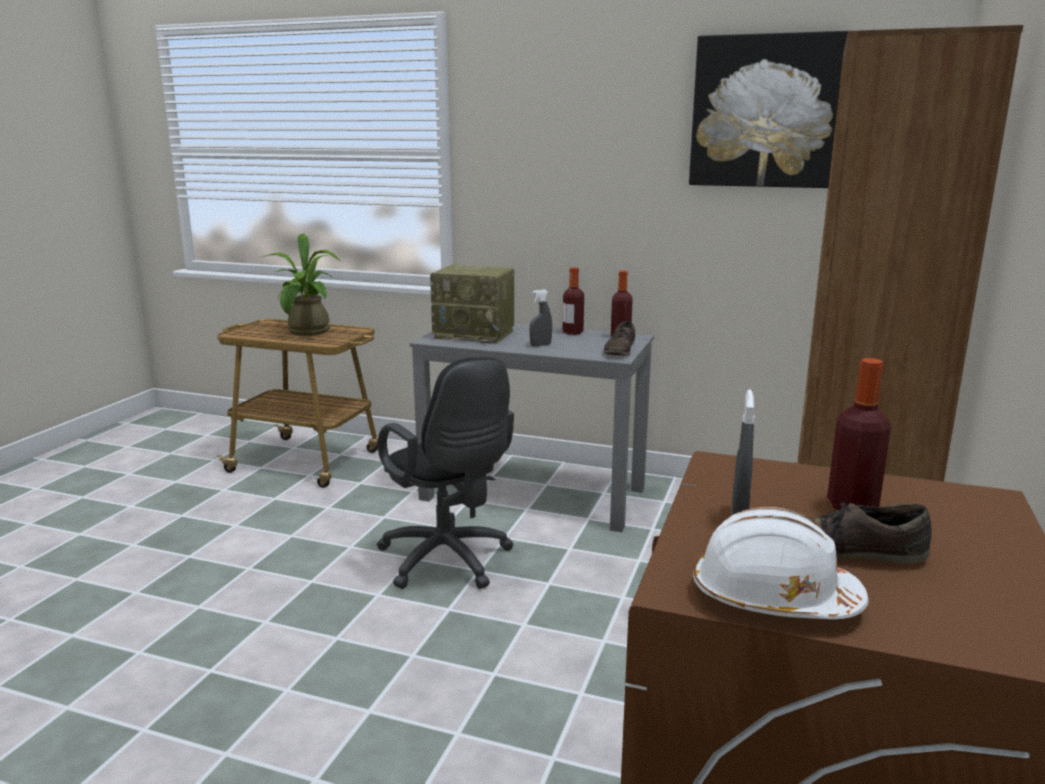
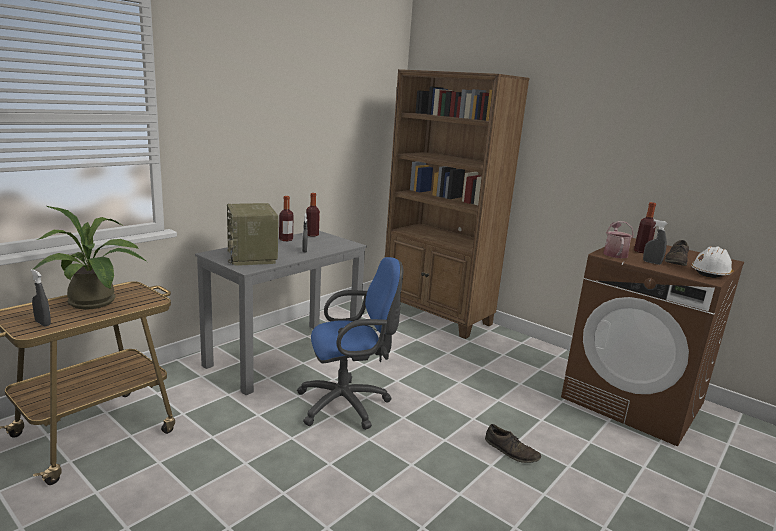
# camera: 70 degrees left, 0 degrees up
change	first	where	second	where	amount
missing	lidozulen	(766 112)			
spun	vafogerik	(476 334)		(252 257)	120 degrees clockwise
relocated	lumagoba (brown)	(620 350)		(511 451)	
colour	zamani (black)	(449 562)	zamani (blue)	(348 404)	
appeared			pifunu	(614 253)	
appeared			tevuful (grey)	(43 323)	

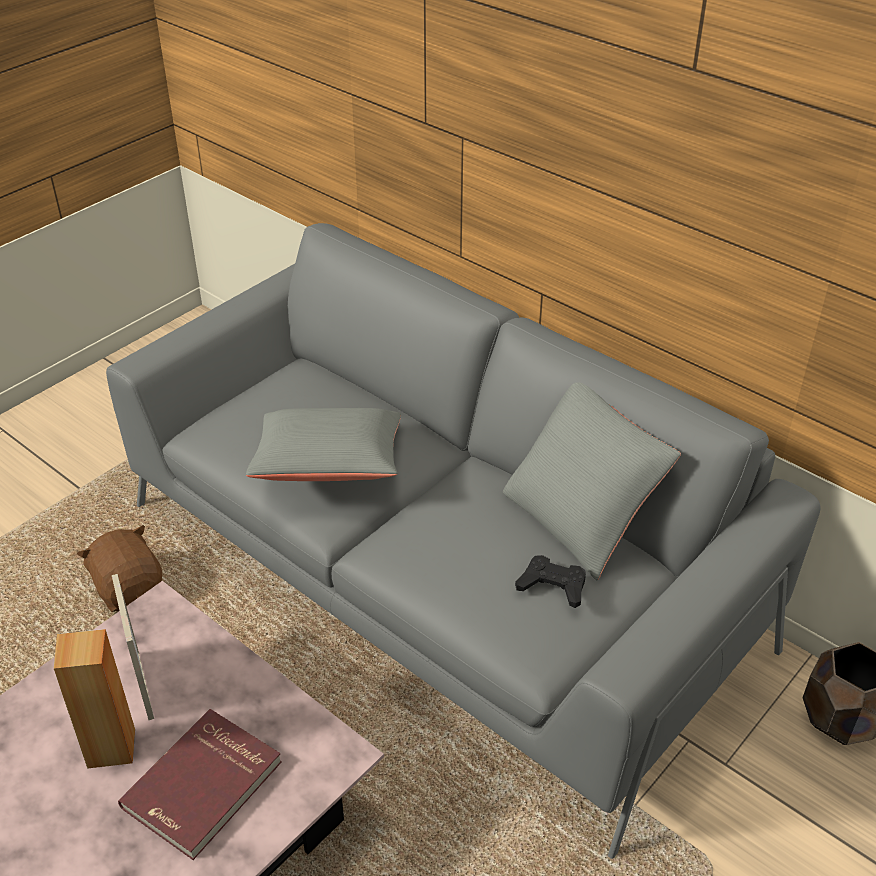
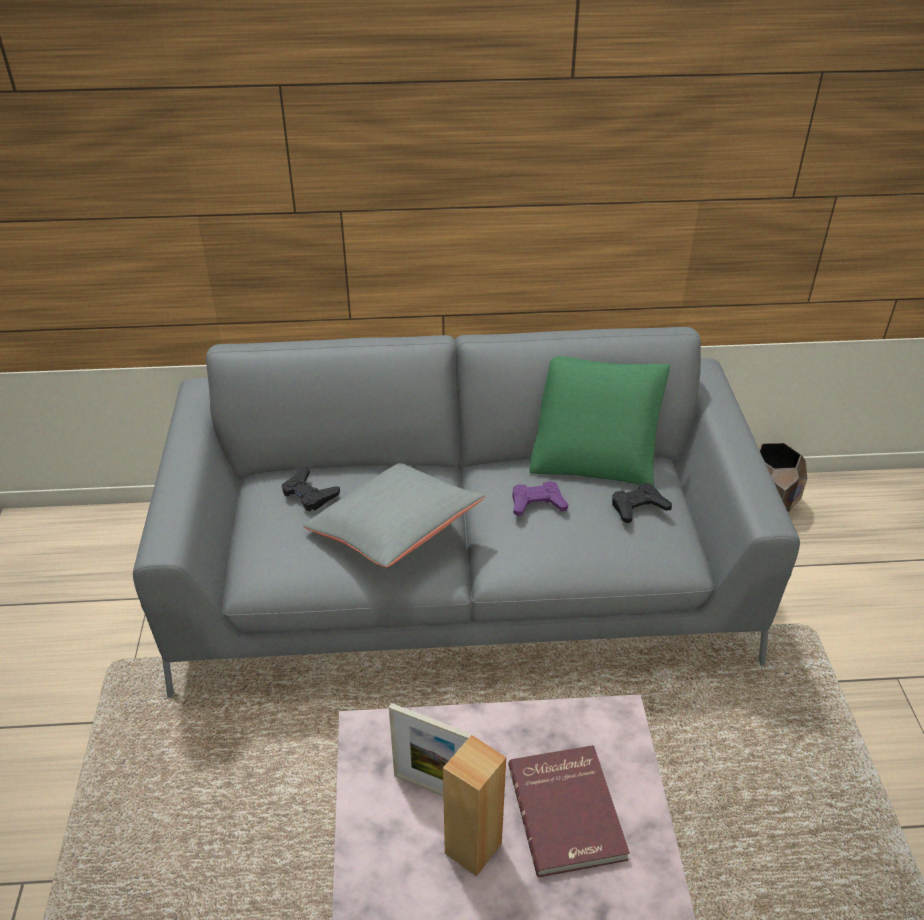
# camera: 45 degrees left, 0 degrees up
change	first	where	second	where	amount
colour	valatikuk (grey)	(581 518)	valatikuk (green)	(594 458)	
missing	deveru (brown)	(129 587)			
appeared			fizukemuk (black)	(309 494)	
appeared			fizukemuk (purple)	(537 503)	

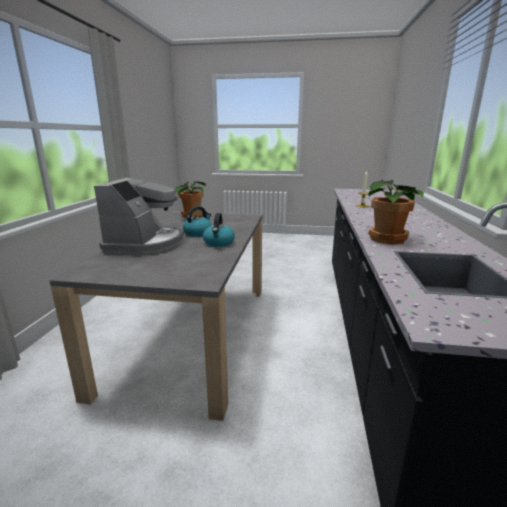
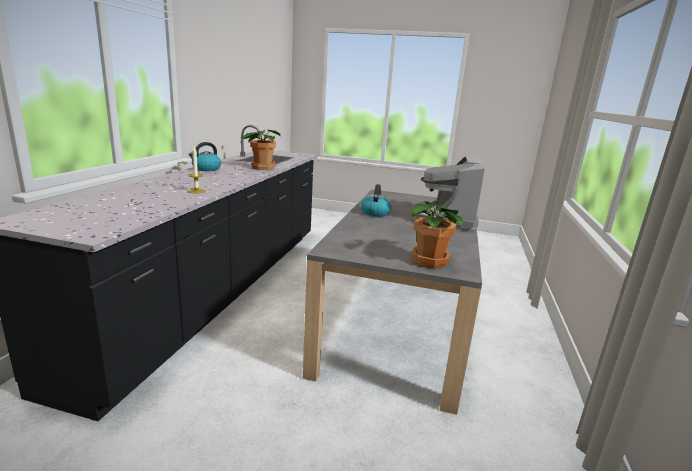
# camera: 175 degrees left, 0 degrees up
change	first	where	second	where	amount
relocated	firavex	(198 233)		(206 169)	

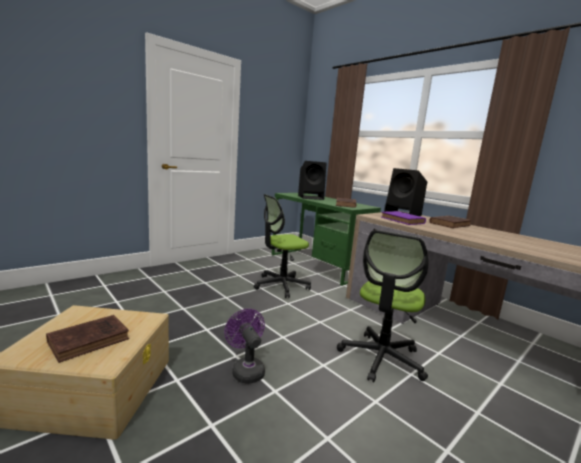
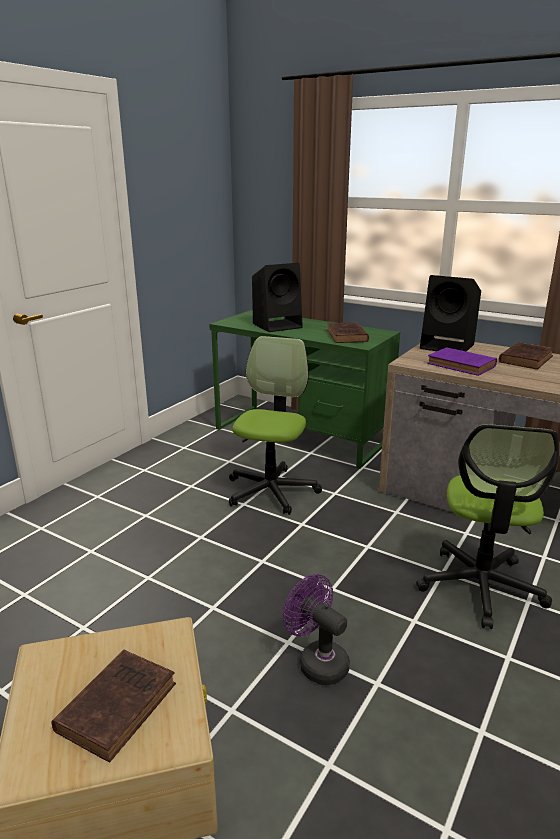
# camera: 15 degrees left, 10 degrees up
change	first	where	second	where	amount
spun	zamani	(281 285)		(271 491)	150 degrees clockwise

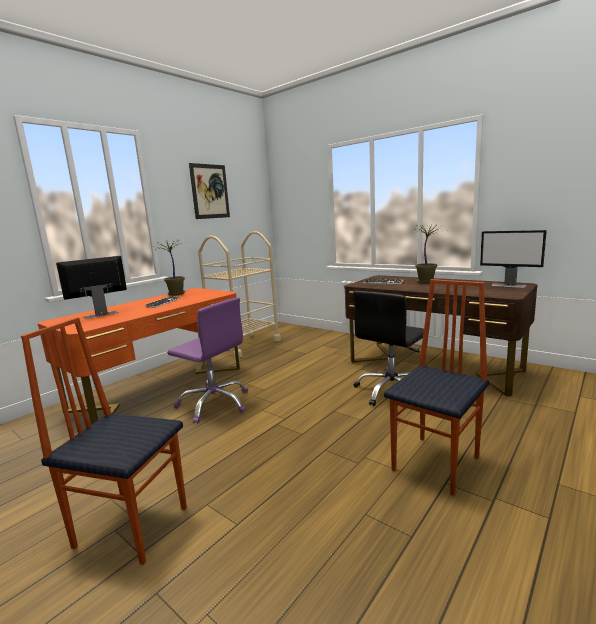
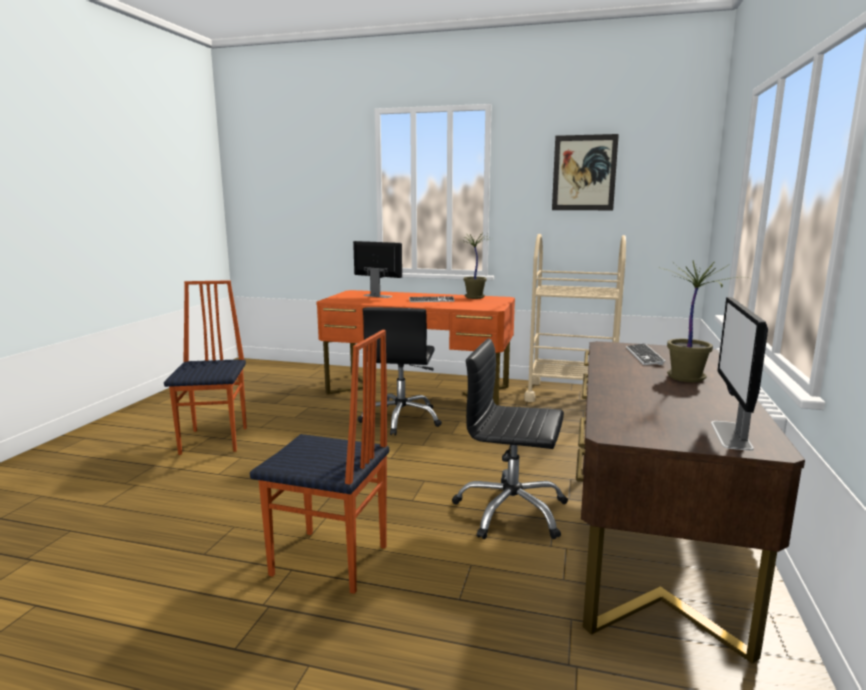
# camera: 65 degrees right, 0 degrees up
change	first	where	second	where	amount
colour	zamani (purple)	(214 404)	zamani (black)	(401 419)	

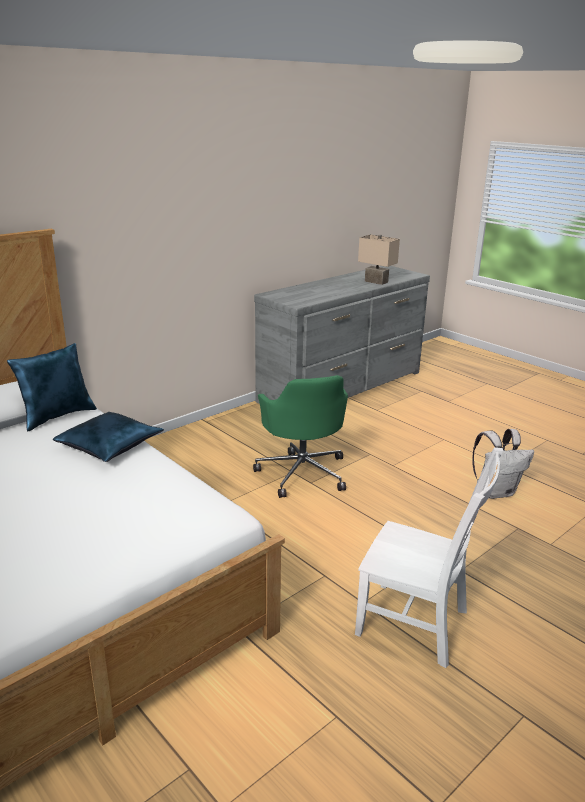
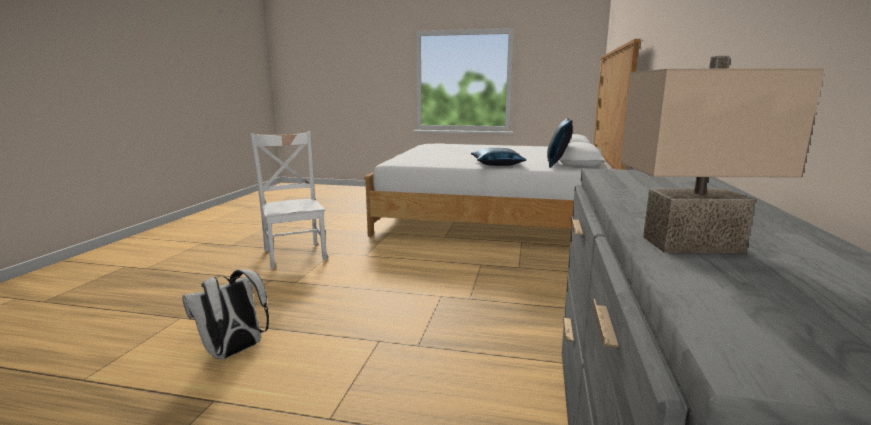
# camera: 145 degrees right, 10 degrees down
change	first	where	second	where	amount
missing	zamani (green)	(302 472)			
spun	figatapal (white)	(417 625)		(295 253)	75 degrees clockwise

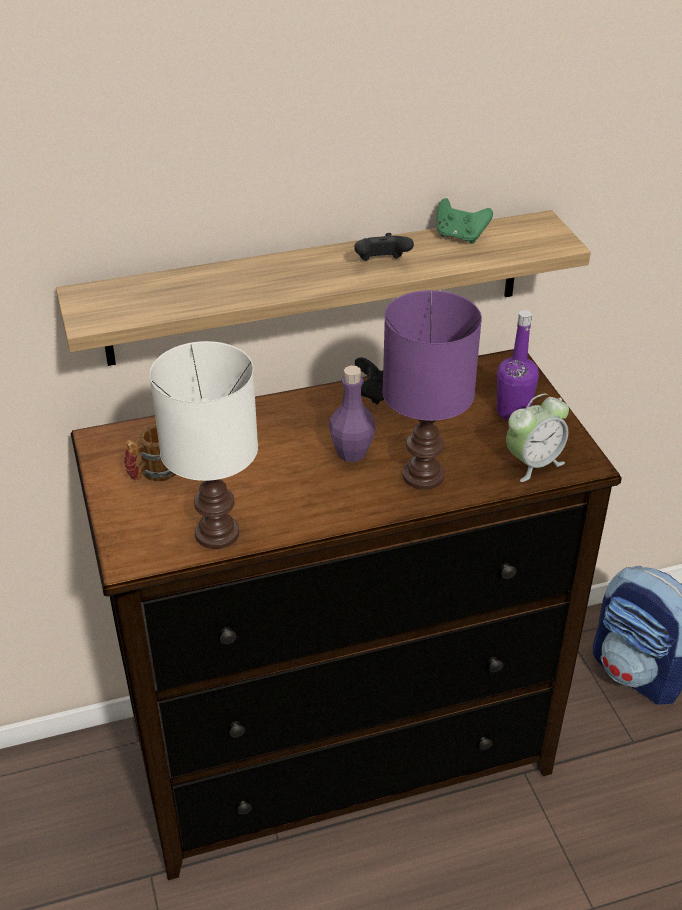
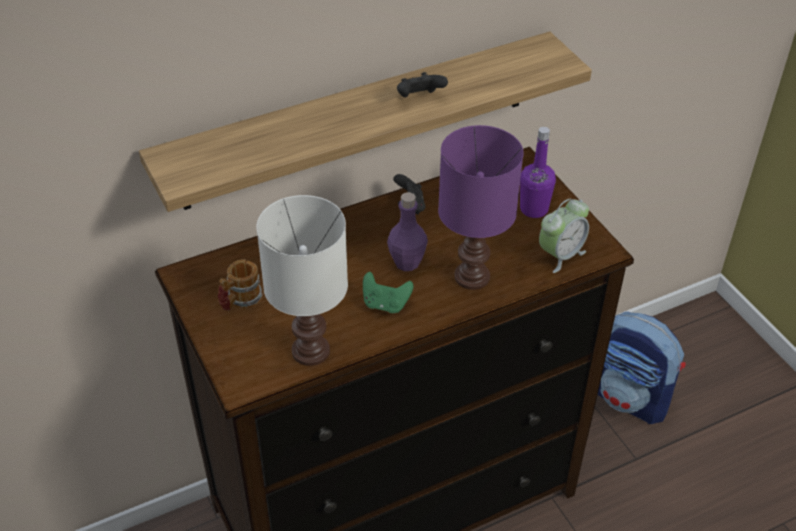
# camera: 10 degrees left, 5 degrees up
change	first	where	second	where	amount
relocated	fizukemuk (green)	(460 236)		(385 304)	

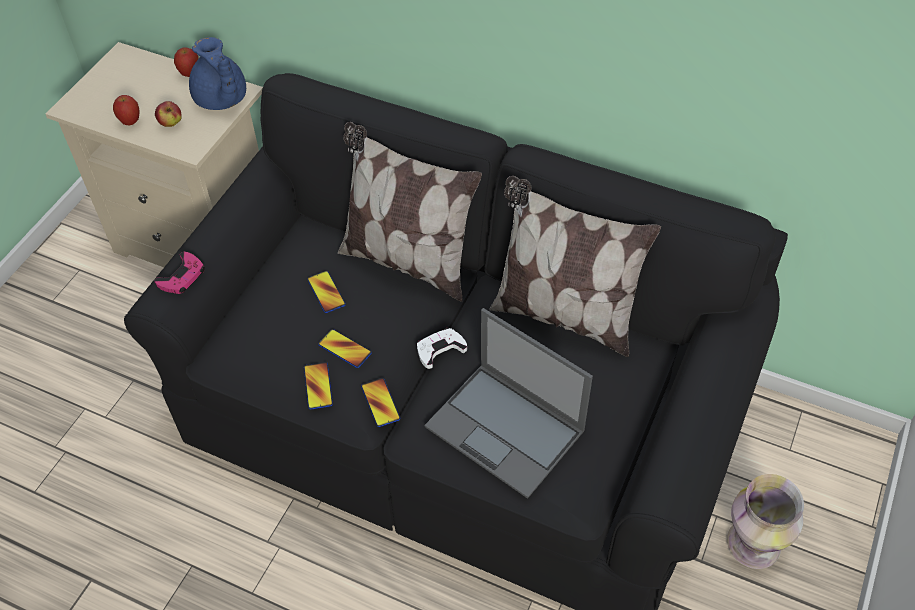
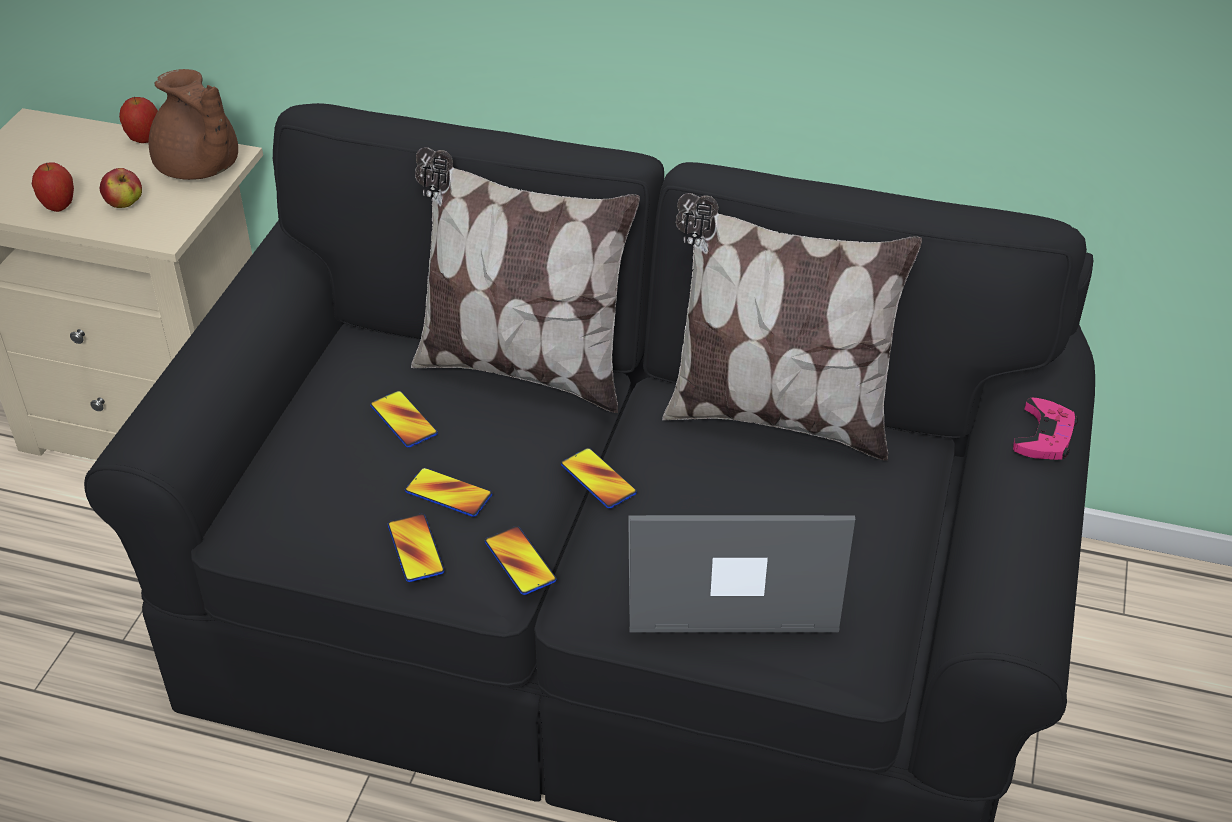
# camera: 10 degrees left, 10 degrees down
change	first	where	second	where	amount
colour	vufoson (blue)	(221 100)	vufoson (brown)	(199 168)	
relocated	fizukemuk (pink)	(182 277)		(1044 436)	
spun	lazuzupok	(506 429)		(726 576)	150 degrees clockwise
exchanged	fizukemuk (white)	(440 349)	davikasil	(598 479)	
missing	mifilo	(754 545)			

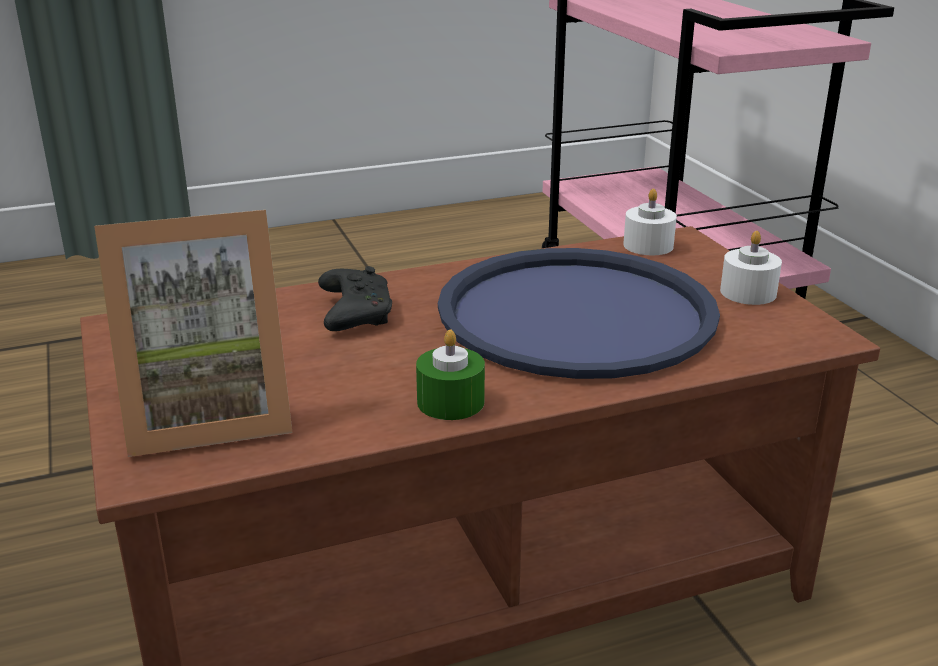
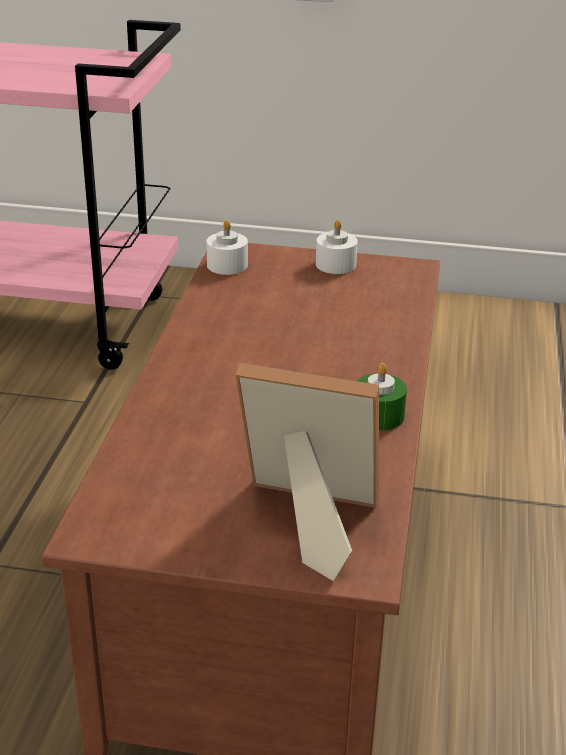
# camera: 60 degrees left, 5 degrees up
change	first	where	second	where	amount
spun	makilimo	(208 414)		(305 521)	90 degrees counterclockwise
missing	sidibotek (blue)	(576 313)			
missing	fizukemuk (black)	(354 313)			

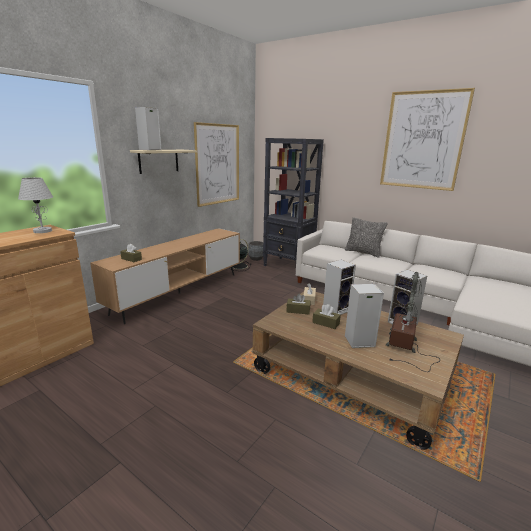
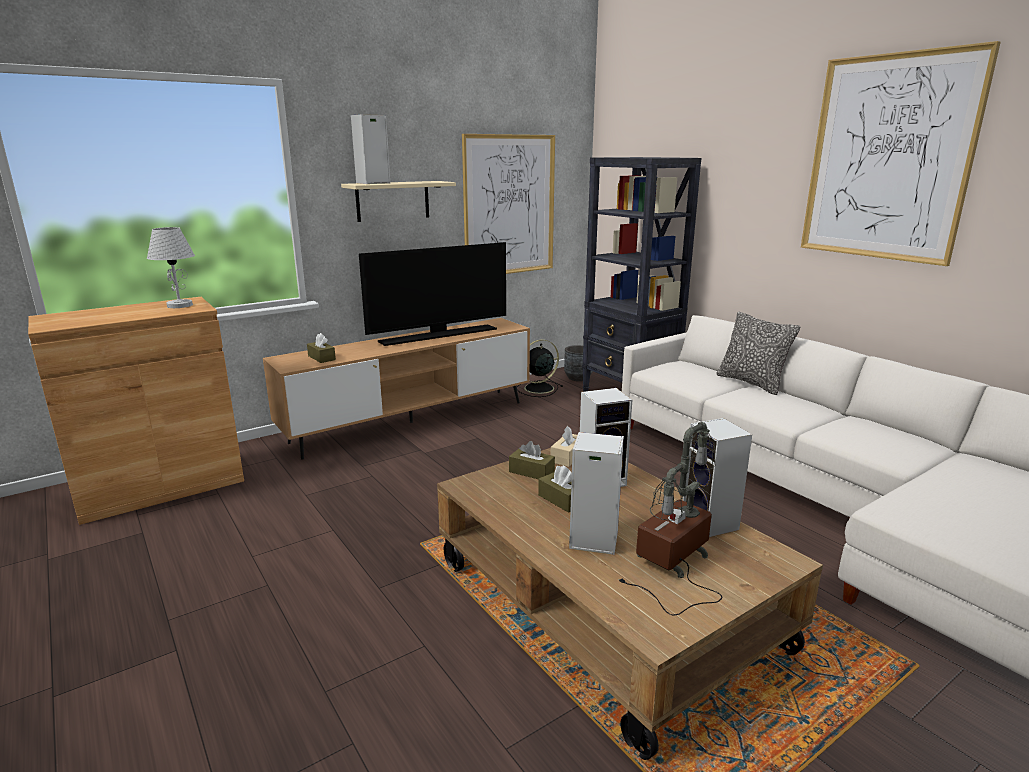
# camera: 20 degrees right, 0 degrees up
change	first	where	second	where	amount
appeared			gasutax	(439 335)	

